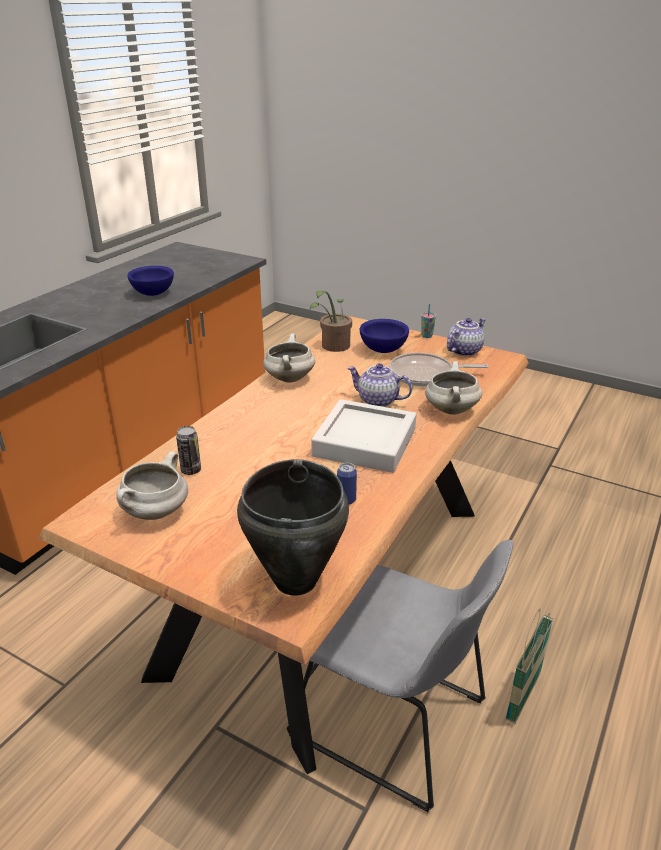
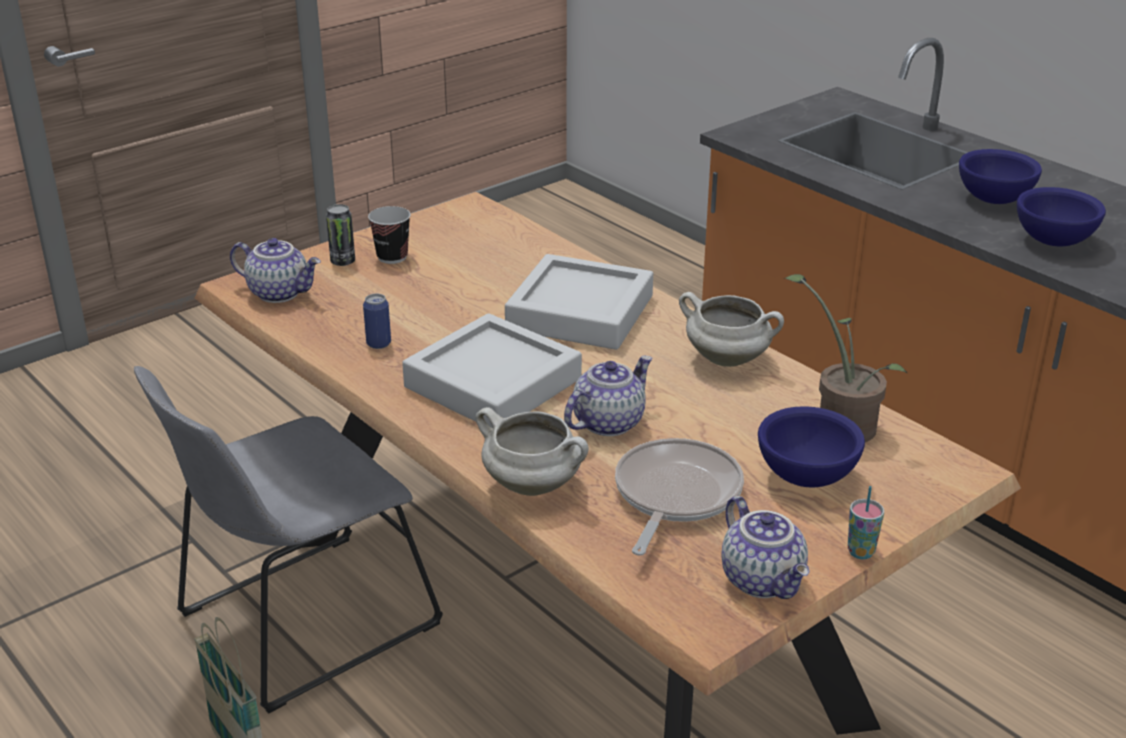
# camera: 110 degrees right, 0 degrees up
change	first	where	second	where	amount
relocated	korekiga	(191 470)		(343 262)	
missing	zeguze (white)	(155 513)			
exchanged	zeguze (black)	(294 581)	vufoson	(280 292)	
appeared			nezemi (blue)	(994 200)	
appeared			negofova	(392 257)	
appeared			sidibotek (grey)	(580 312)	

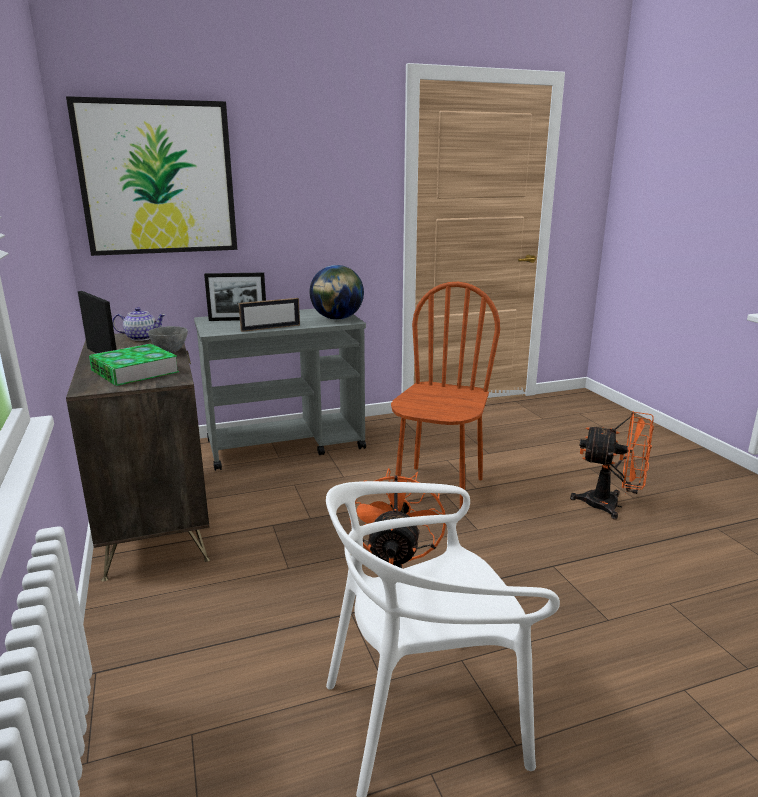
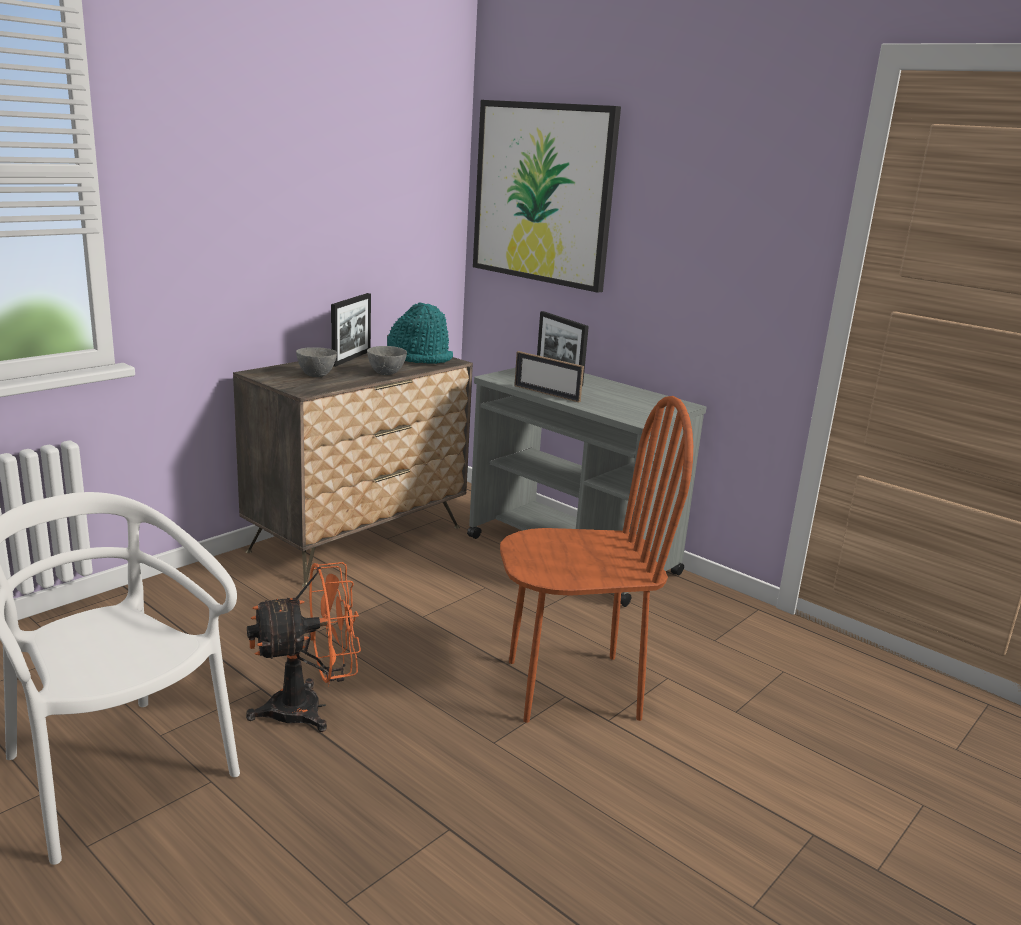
# camera: 60 degrees right, 0 degrees up
change	first	where	second	where	amount
missing	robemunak	(337 319)			
exchanged	vufoson	(141 338)	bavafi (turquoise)	(420 357)	
exchanged	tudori	(134 371)	nezemi (grey)	(315 375)	
missing	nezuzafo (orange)	(611 505)			

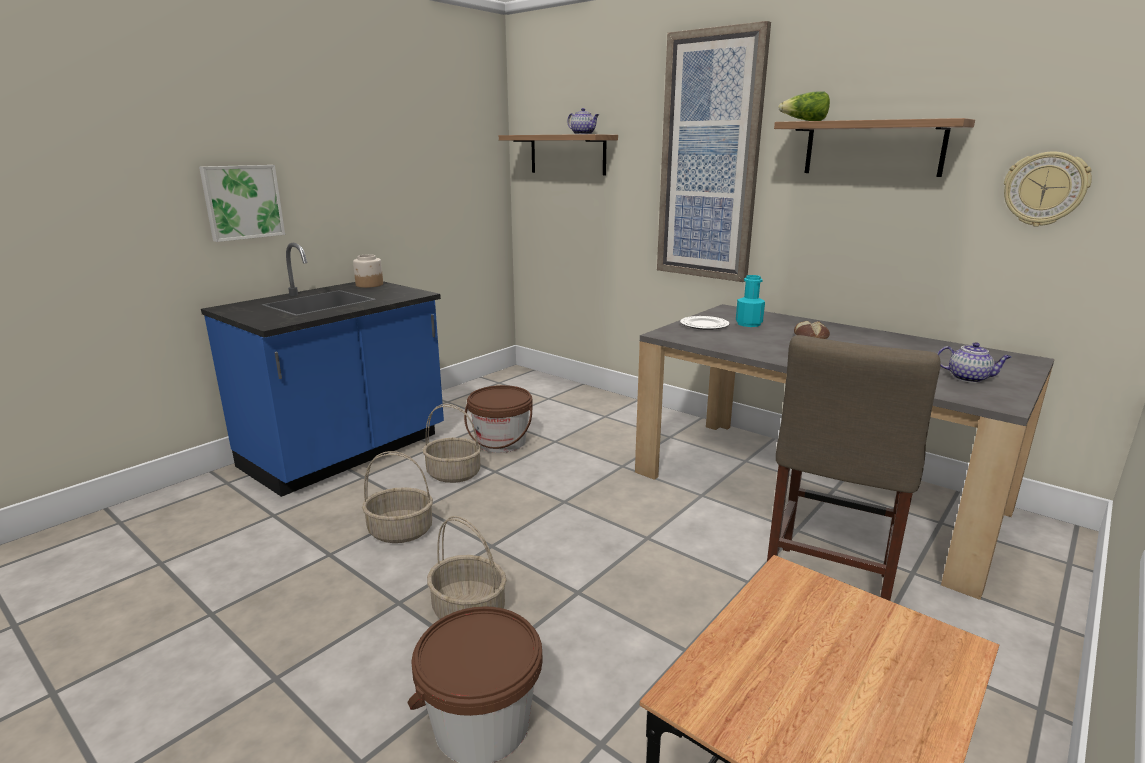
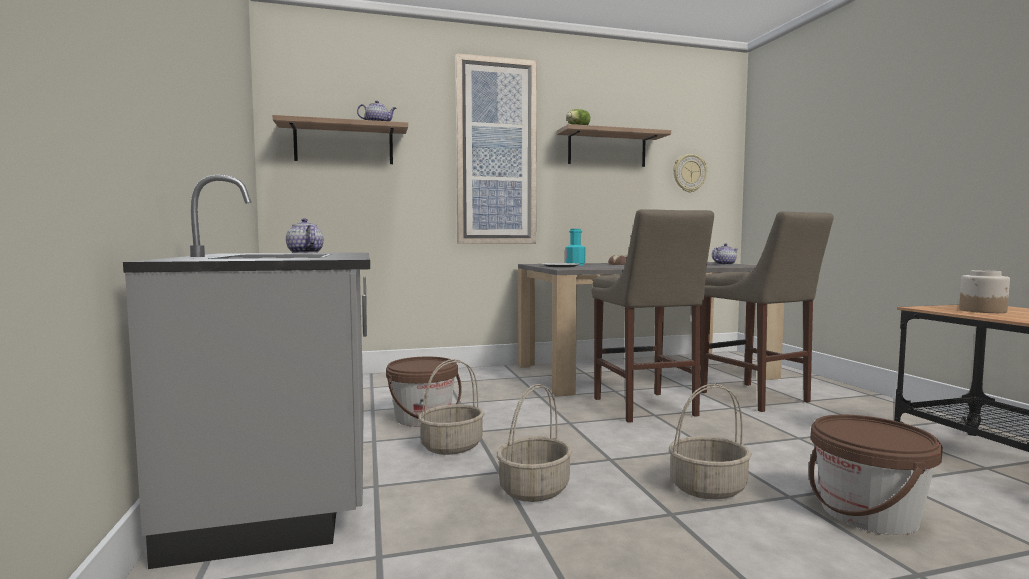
# camera: 55 degrees left, 15 degrees down
change	first	where	second	where	amount
missing	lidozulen	(242 202)			
colour	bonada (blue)	(346 452)	bonada (grey)	(288 484)	
relocated	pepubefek	(369 285)		(983 311)	
appeared			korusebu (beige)	(646 408)	
appeared			vufoson	(304 253)	

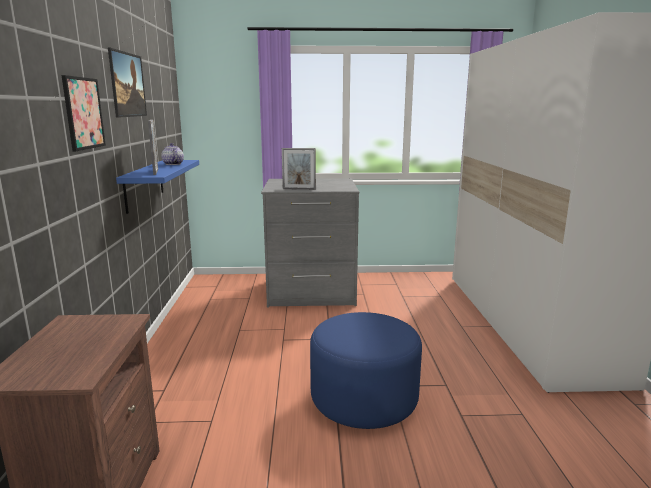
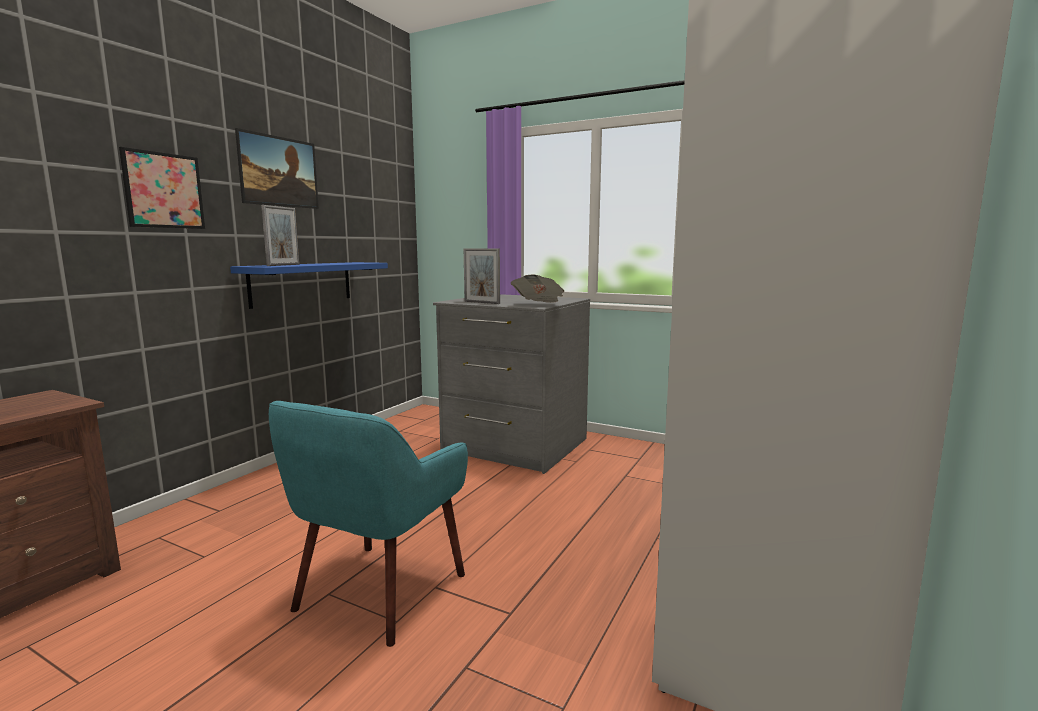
# camera: 30 degrees right, 5 degrees down
change	first	where	second	where	amount
missing	vufoson	(172 164)			
exchanged	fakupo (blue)	(363 399)	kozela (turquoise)	(378 592)	
appeared			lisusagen	(539 304)	

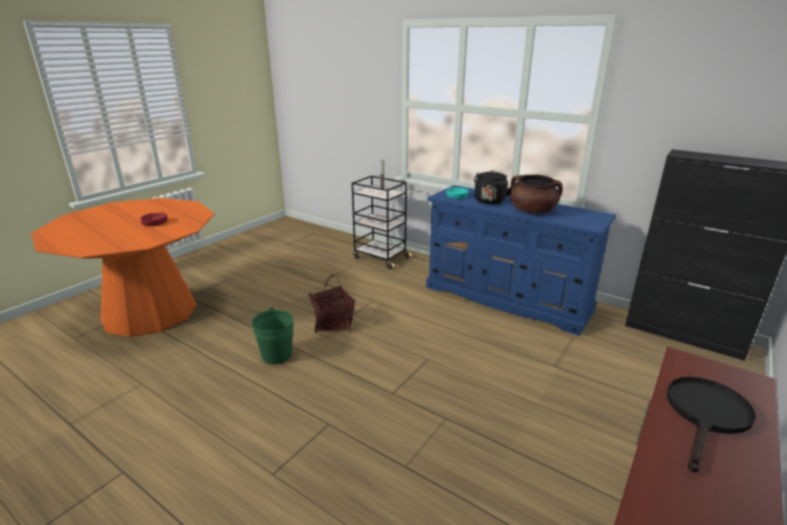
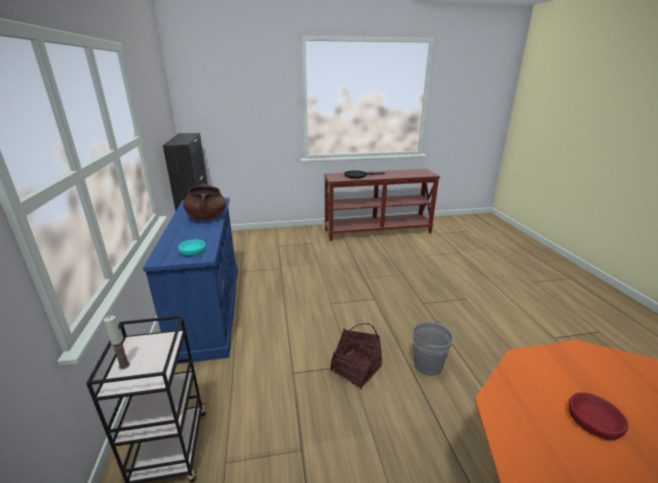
# camera: 135 degrees left, 0 degrees up
change	first	where	second	where	amount
missing	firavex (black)	(490 202)			
colour	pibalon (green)	(277 355)	pibalon (grey)	(428 365)	

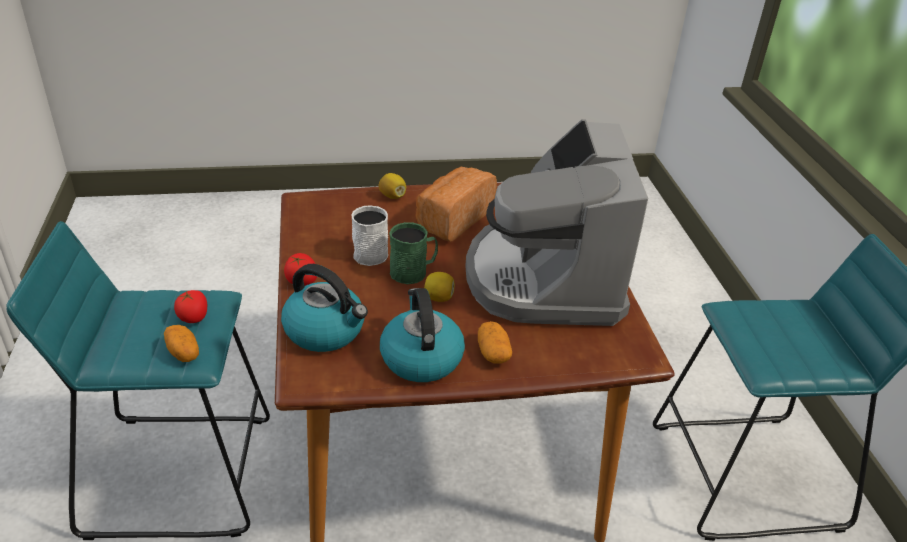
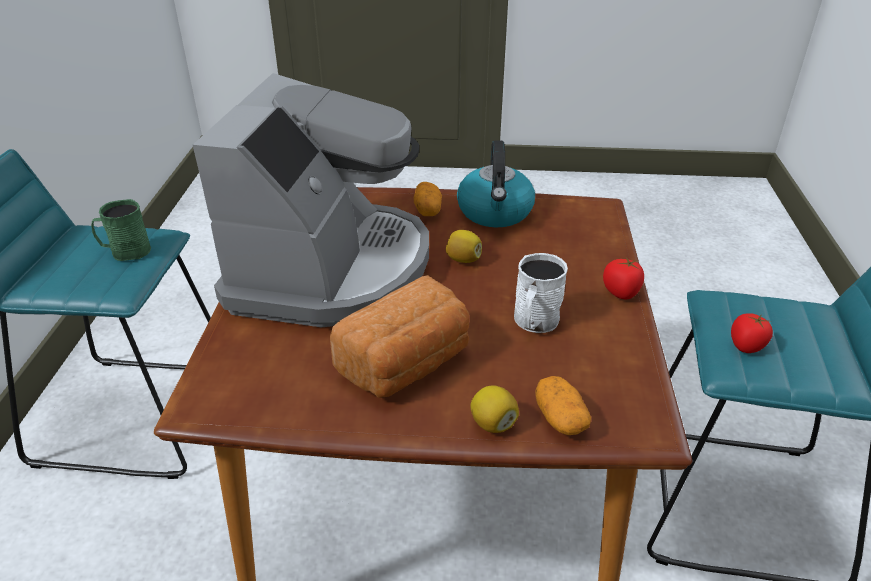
# camera: 165 degrees left, 0 degrees up
change	first	where	second	where	amount
relocated	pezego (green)	(413 272)		(125 251)	
missing	firavex	(326 331)			
relocated	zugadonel	(183 352)		(560 418)	

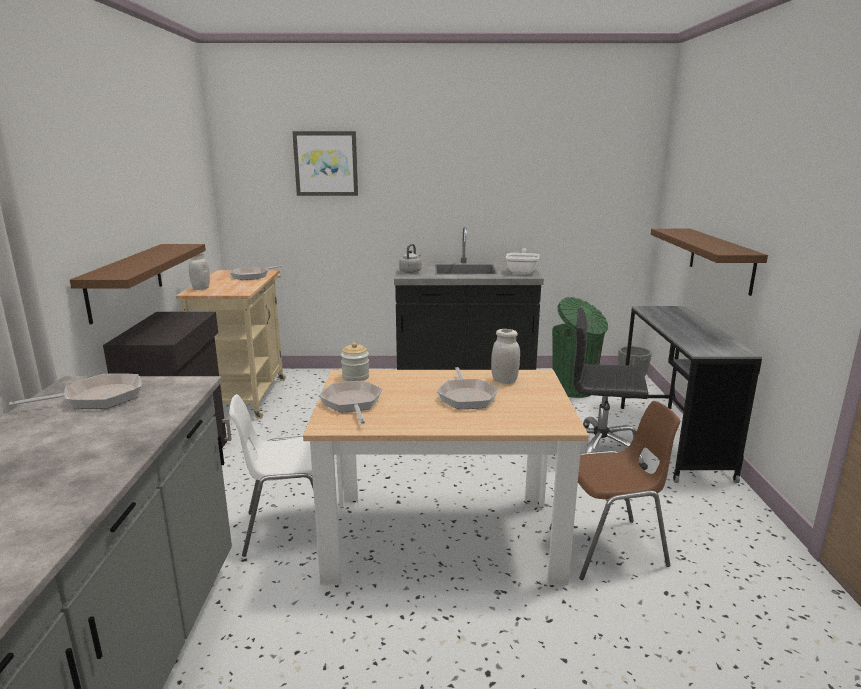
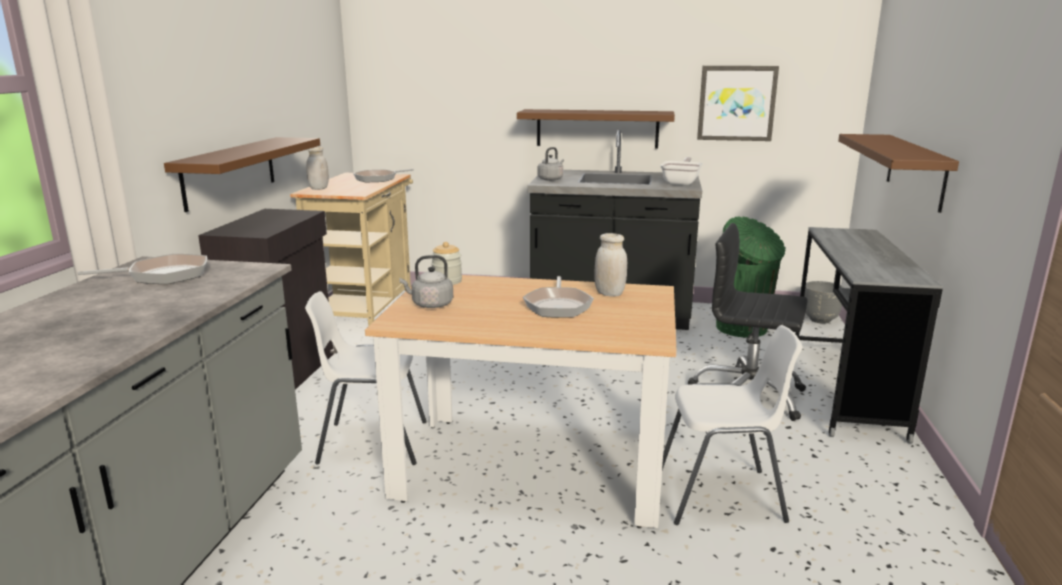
# camera: 10 degrees right, 0 degrees up
change	first	where	second	where	amount
relocated	lidozulen	(326 163)		(736 103)	
exchanged	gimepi	(352 403)	firavex (grey)	(430 304)	
colour	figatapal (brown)	(609 548)	figatapal (white)	(721 496)	
appeared			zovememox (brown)	(597 128)	

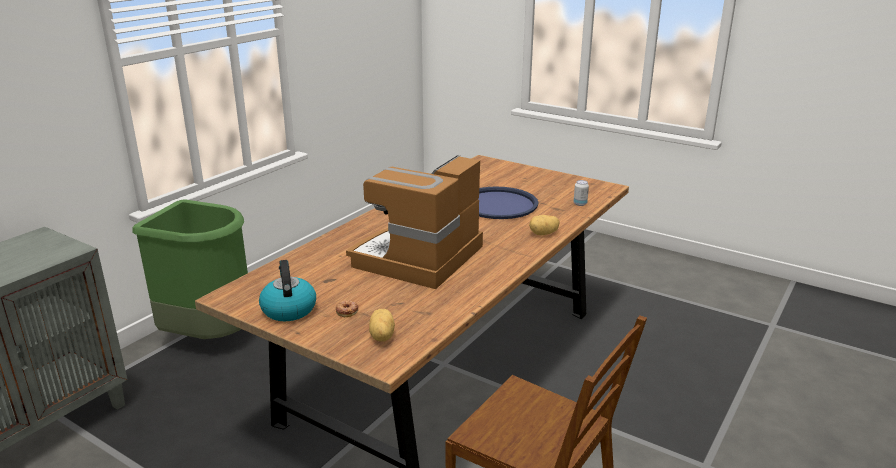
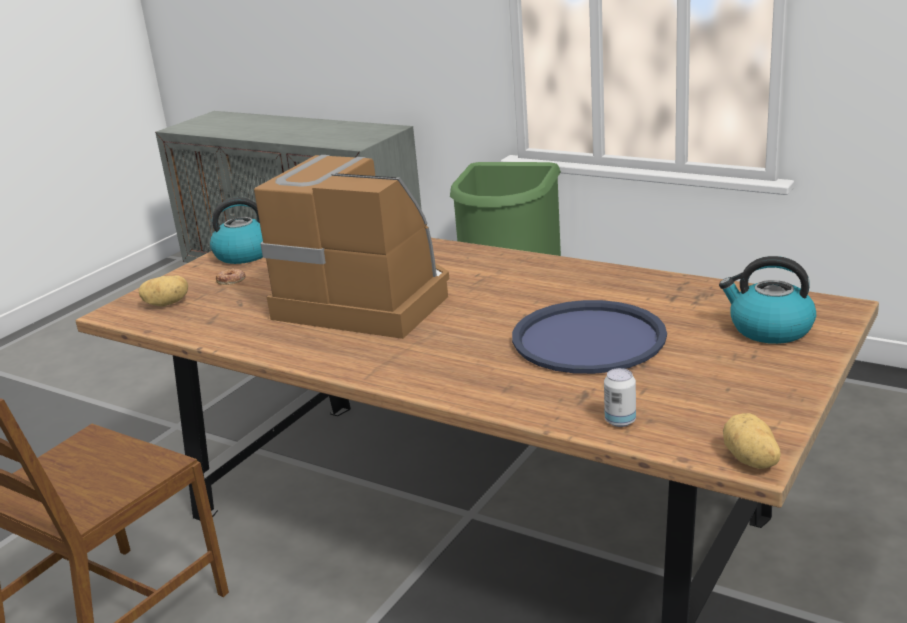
# camera: 90 degrees right, 0 degrees up
change	first	where	second	where	amount
relocated	zugadonel	(544 234)		(750 461)	
appeared			firavex	(769 329)	

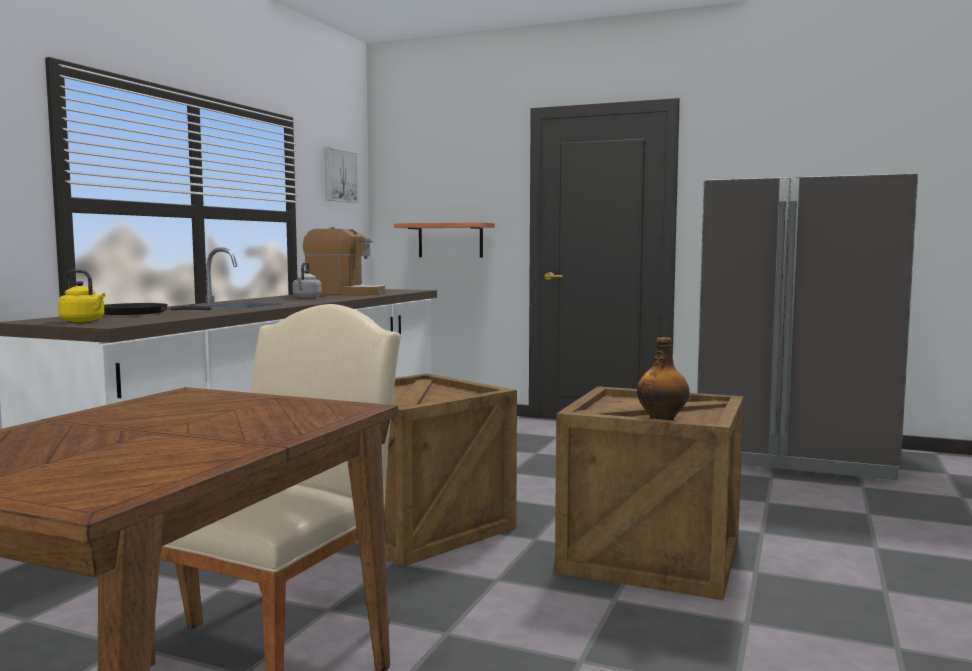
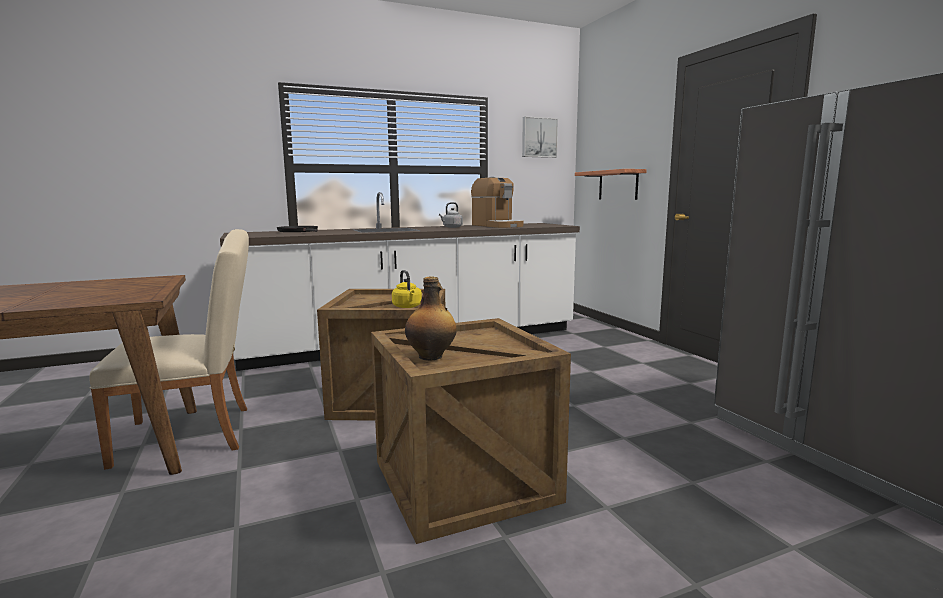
# camera: 45 degrees right, 5 degrees up
change	first	where	second	where	amount
relocated	firavex (yellow)	(84 321)		(407 307)	

